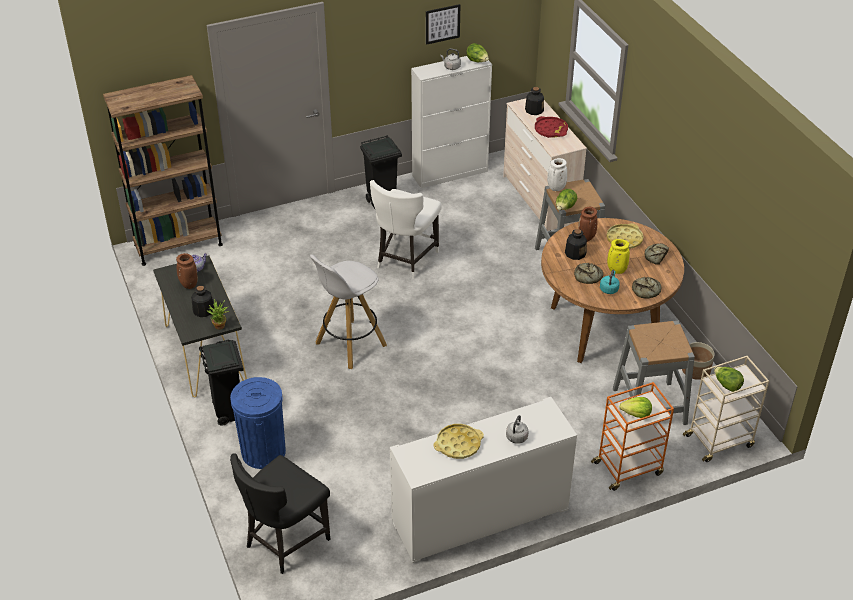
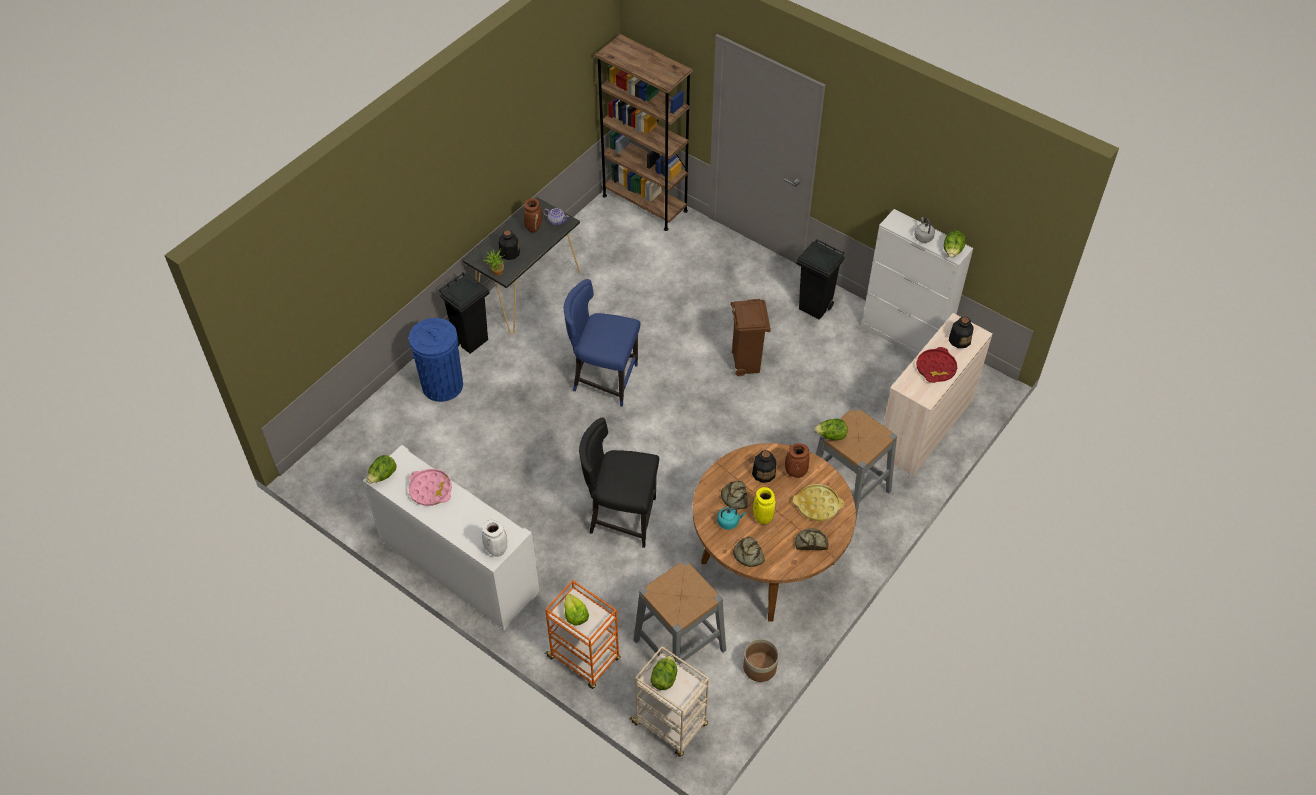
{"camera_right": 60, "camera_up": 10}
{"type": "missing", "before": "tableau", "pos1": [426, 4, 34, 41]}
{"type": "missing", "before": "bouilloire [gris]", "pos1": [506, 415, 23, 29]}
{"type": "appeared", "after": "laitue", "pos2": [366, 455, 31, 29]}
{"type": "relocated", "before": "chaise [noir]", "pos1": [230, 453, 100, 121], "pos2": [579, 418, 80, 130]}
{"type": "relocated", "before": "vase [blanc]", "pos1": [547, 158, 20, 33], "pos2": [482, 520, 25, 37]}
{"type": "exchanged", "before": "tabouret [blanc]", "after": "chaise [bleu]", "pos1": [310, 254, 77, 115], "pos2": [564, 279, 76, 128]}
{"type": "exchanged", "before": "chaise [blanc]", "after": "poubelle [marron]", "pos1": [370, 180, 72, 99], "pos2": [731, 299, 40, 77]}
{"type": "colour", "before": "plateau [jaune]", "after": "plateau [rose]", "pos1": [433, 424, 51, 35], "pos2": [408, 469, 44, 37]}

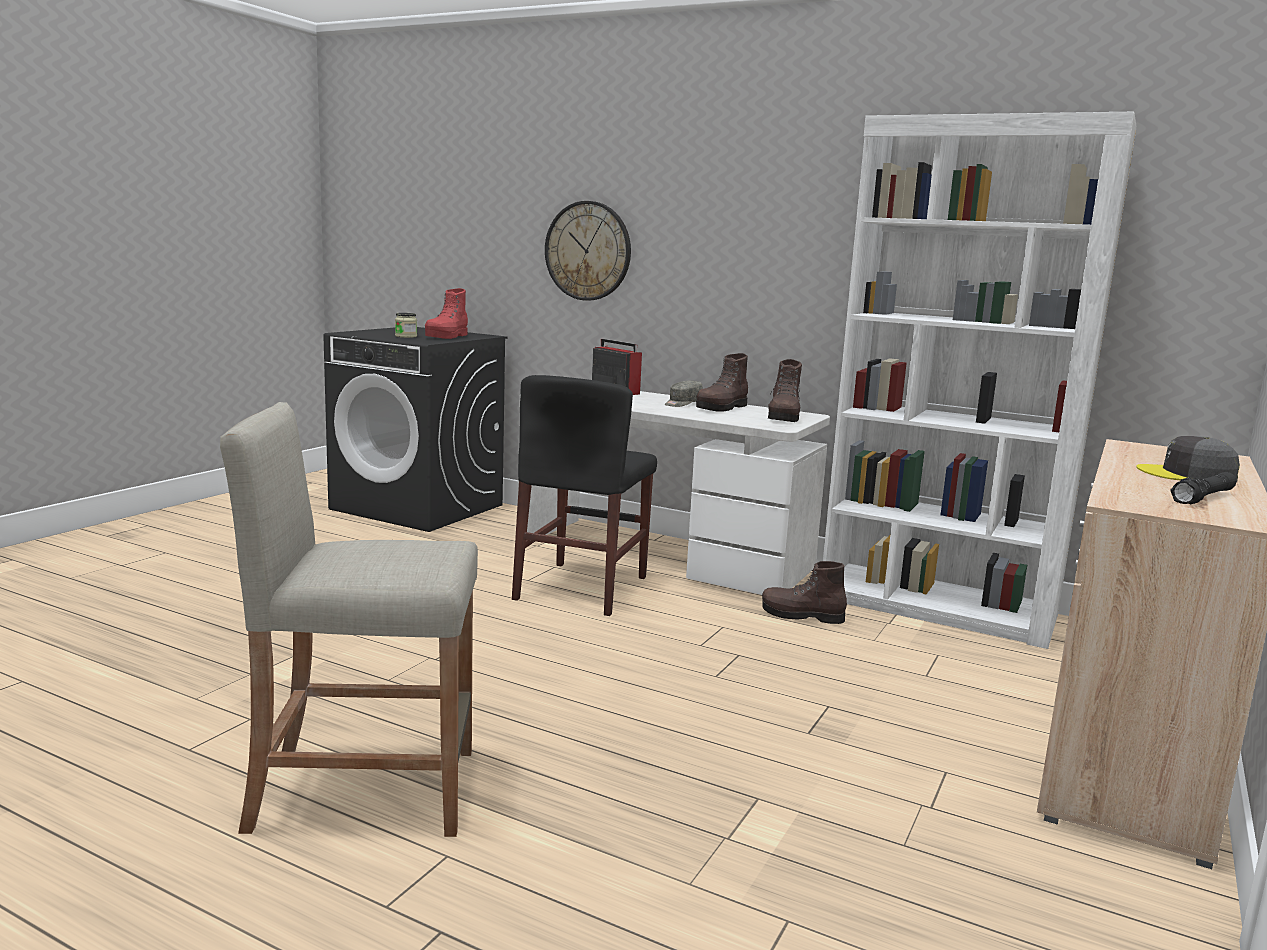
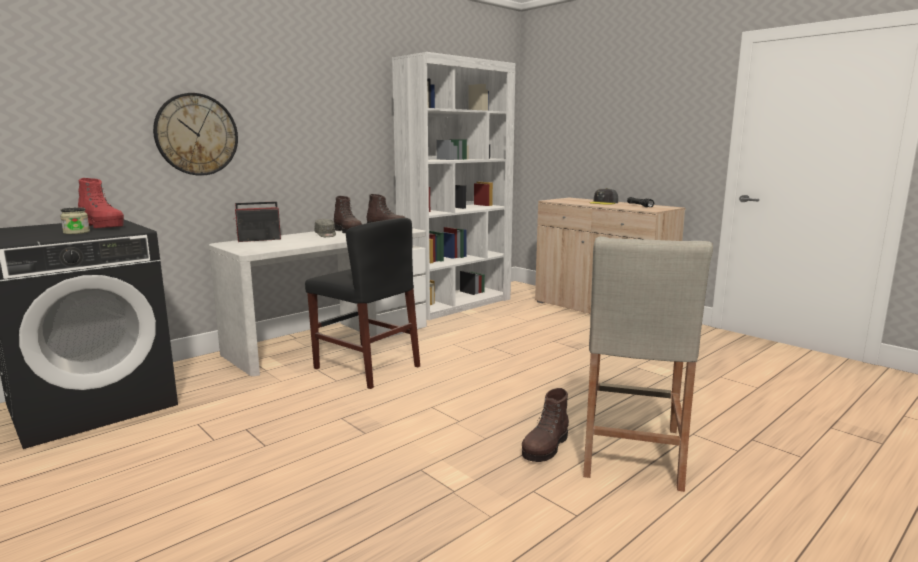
{"camera_right": -70, "camera_up": 0}
{"type": "relocated", "before": "botte [marron]", "pos1": [762, 561, 85, 63], "pos2": [522, 388, 47, 74]}

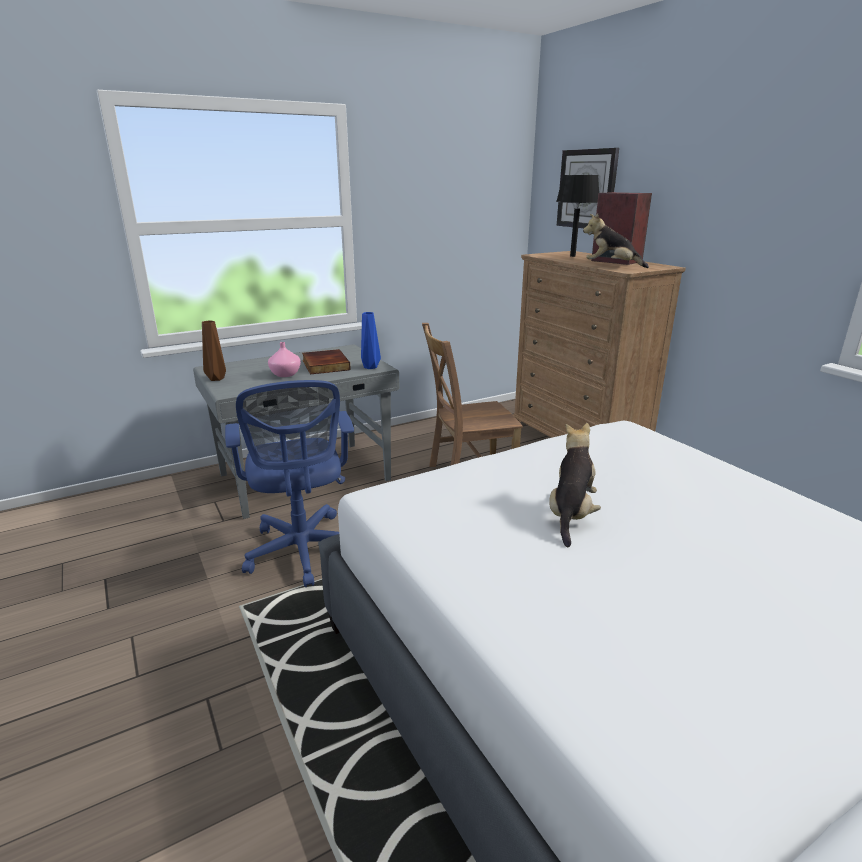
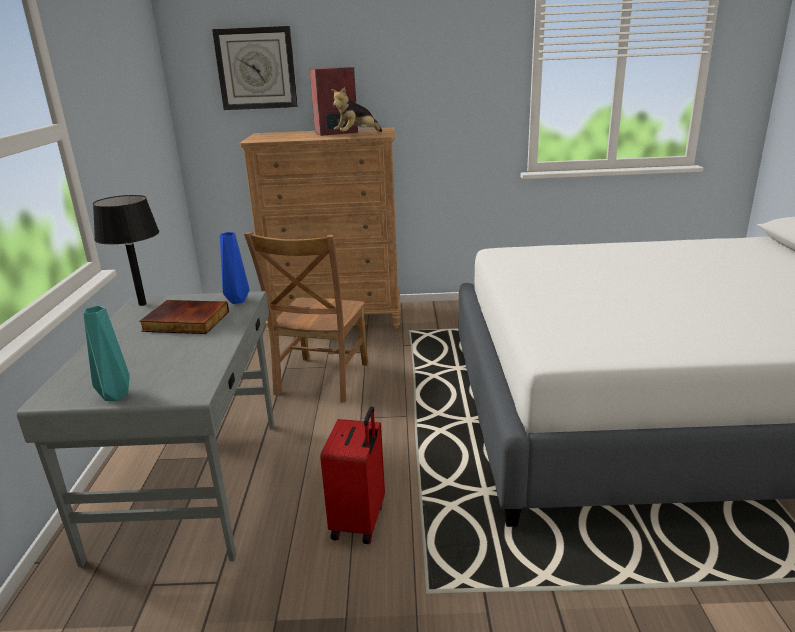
{"camera_right": -60, "camera_up": 0}
{"type": "missing", "before": "vase [rose]", "pos1": [268, 342, 33, 35]}
{"type": "missing", "before": "peluche", "pos1": [550, 423, 51, 124]}
{"type": "relocated", "before": "lampe de table [noir]", "pos1": [556, 175, 43, 82], "pos2": [93, 195, 66, 111]}
{"type": "exchanged", "before": "chaise de bureau [bleu]", "after": "valise [rouge]", "pos1": [225, 380, 129, 207], "pos2": [320, 406, 65, 138]}
{"type": "colour", "before": "vase [marron]", "after": "vase [turquoise]", "pos1": [202, 320, 24, 61], "pos2": [83, 306, 47, 95]}

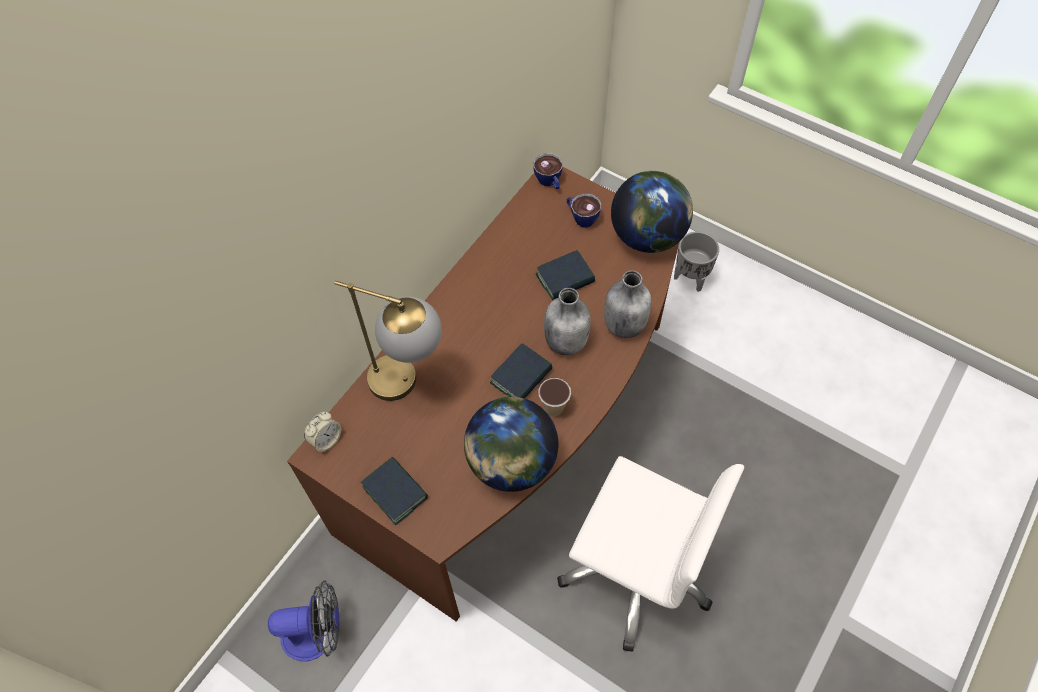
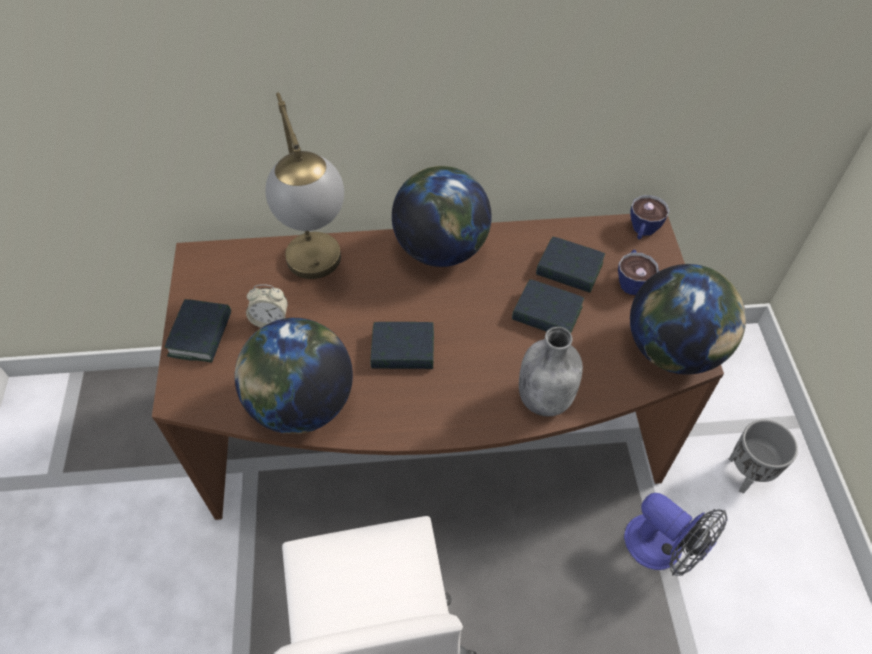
{"camera_right": 50, "camera_up": -5}
{"type": "missing", "before": "tasse", "pos1": [538, 378, 33, 38]}
{"type": "missing", "before": "bouteille [gris]", "pos1": [544, 288, 46, 67]}
{"type": "appeared", "after": "globe", "pos2": [392, 166, 100, 101]}
{"type": "appeared", "after": "livre", "pos2": [536, 237, 69, 56]}
{"type": "relocated", "before": "ventilateur", "pos1": [268, 581, 72, 80], "pos2": [624, 493, 104, 83]}
{"type": "relocated", "before": "réveil", "pos1": [304, 412, 37, 40], "pos2": [246, 284, 42, 44]}

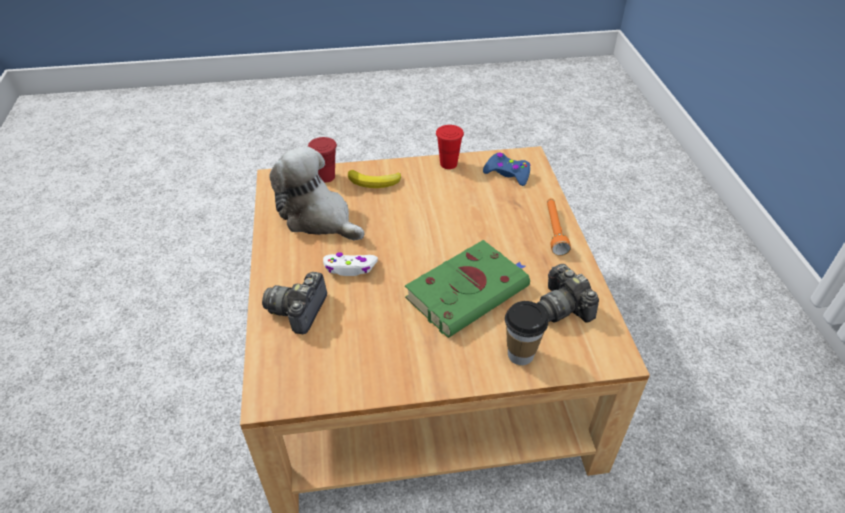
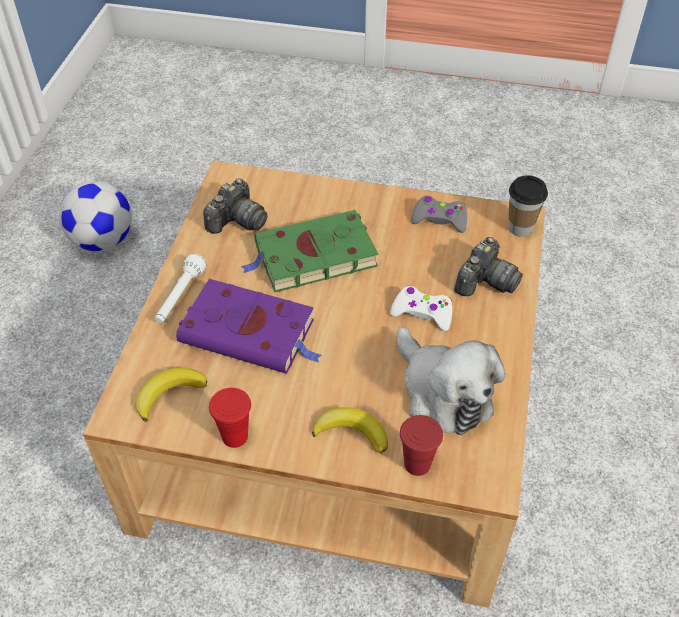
{"camera_right": -160, "camera_up": 5}
{"type": "appeared", "after": "ballon de foot", "pos2": [59, 181, 73, 70]}
{"type": "appeared", "after": "livre [violet]", "pos2": [176, 279, 146, 95]}
{"type": "appeared", "after": "manette [gris]", "pos2": [411, 196, 56, 37]}
{"type": "relocated", "before": "tasse", "pos1": [505, 301, 43, 64], "pos2": [509, 175, 39, 62]}
{"type": "exchanged", "before": "manette [bleu]", "after": "banane", "pos1": [483, 153, 47, 33], "pos2": [136, 368, 71, 54]}
{"type": "colour", "before": "lampe de poche [orange]", "after": "lampe de poche [blanc]", "pos1": [547, 198, 24, 58], "pos2": [155, 253, 52, 70]}
{"type": "spun", "before": "appareil photo", "pos1": [537, 264, 62, 59], "pos2": [203, 179, 64, 55], "turn": 45}

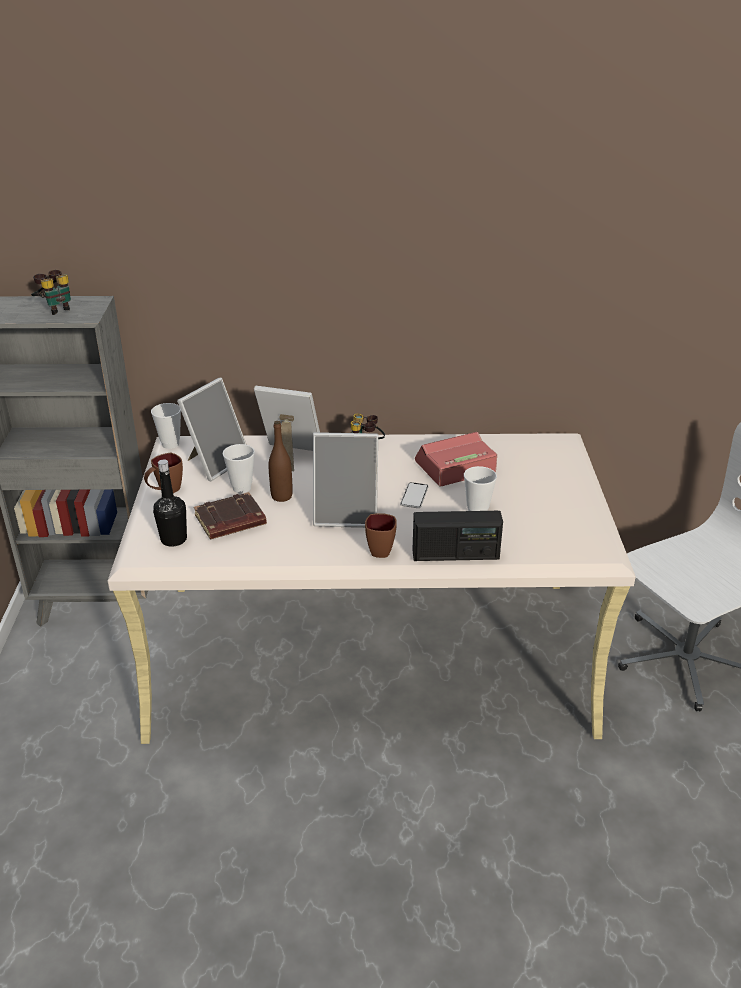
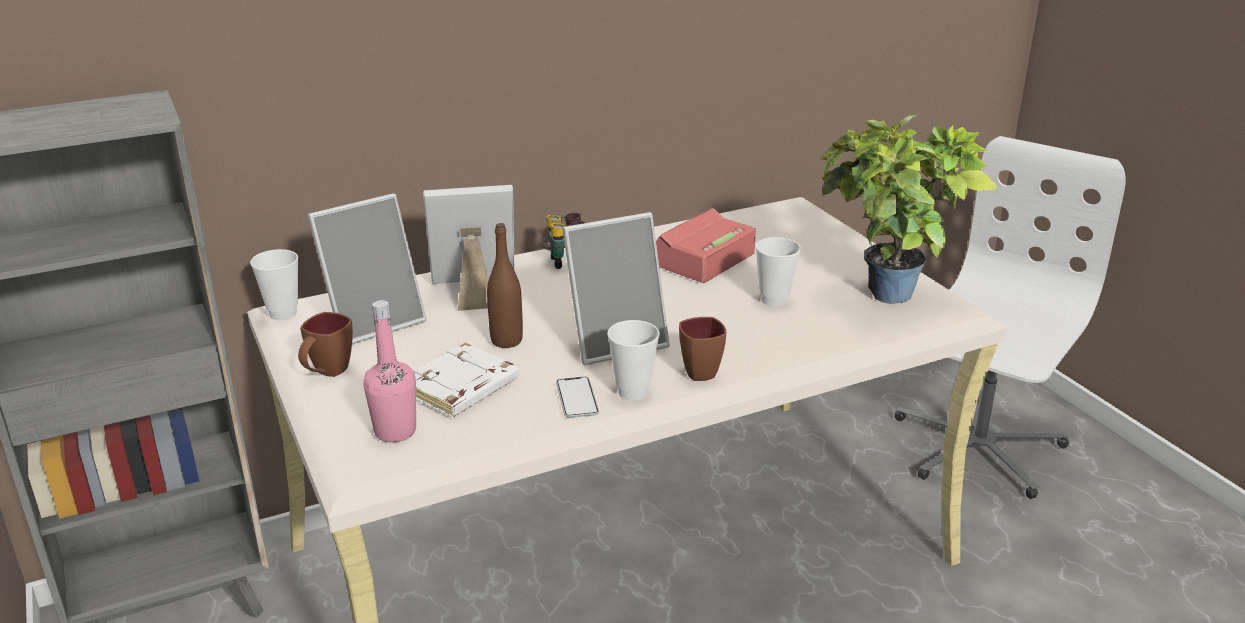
{"camera_right": -25, "camera_up": -5}
{"type": "missing", "before": "jumelles", "pos1": [31, 270, 40, 45]}
{"type": "missing", "before": "radio", "pos1": [412, 511, 91, 50]}
{"type": "appeared", "after": "plante en pot", "pos2": [821, 115, 177, 189]}
{"type": "relocated", "before": "tasse", "pos1": [223, 444, 32, 49], "pos2": [607, 320, 53, 80]}
{"type": "relocated", "before": "téléphone", "pos1": [400, 482, 29, 26], "pos2": [556, 377, 43, 41]}
{"type": "colour", "before": "bouteille [noir]", "after": "bouteille [rose]", "pos1": [153, 460, 34, 87], "pos2": [363, 300, 53, 142]}
{"type": "colour", "before": "livre [marron]", "after": "livre [blanc]", "pos1": [194, 492, 73, 47], "pos2": [413, 343, 105, 74]}
{"type": "spun", "before": "cadre photo", "pos1": [177, 377, 70, 104], "pos2": [308, 193, 119, 151], "turn": 45}

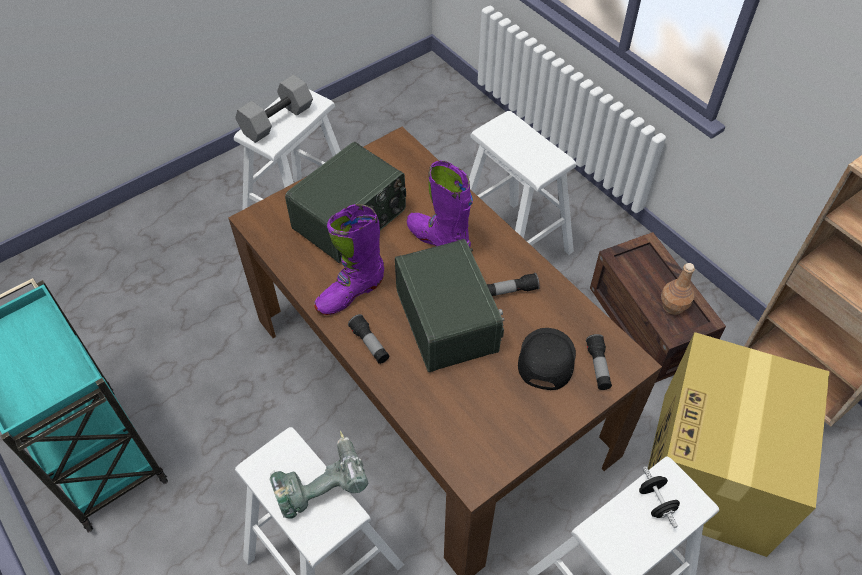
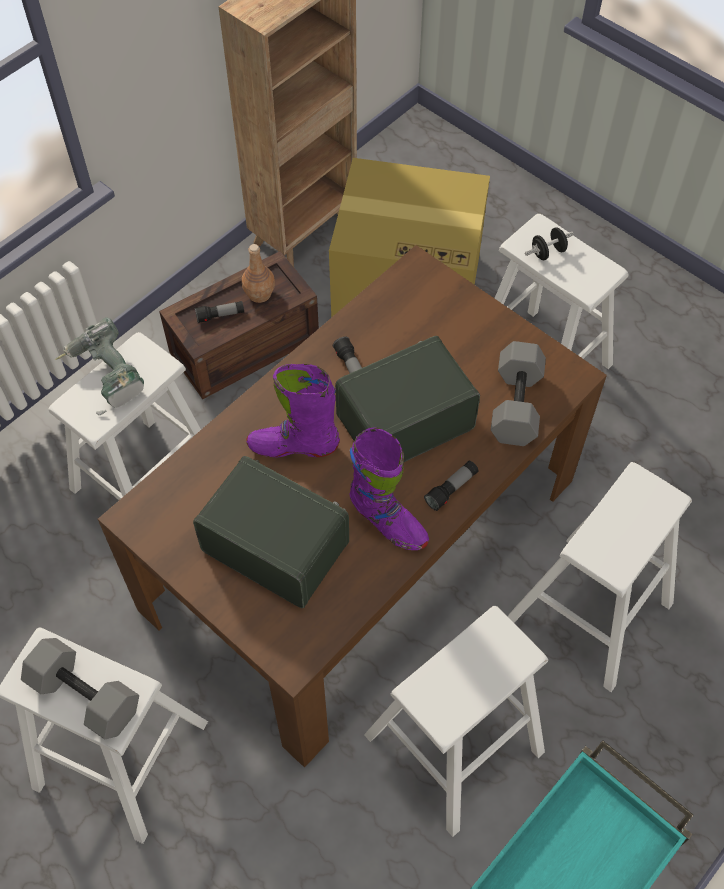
{"camera_right": -100, "camera_up": 5}
{"type": "missing", "before": "casquette [noir]", "pos1": [518, 328, 58, 62]}
{"type": "appeared", "after": "tabouret [blanc]", "pos2": [364, 606, 184, 231]}
{"type": "appeared", "after": "haltère [gris]", "pos2": [491, 341, 55, 105]}
{"type": "relocated", "before": "perceuse", "pos1": [269, 430, 99, 89], "pos2": [55, 317, 89, 98]}
{"type": "relocated", "before": "lampe de poche", "pos1": [586, 334, 26, 56], "pos2": [195, 301, 49, 22]}
{"type": "spun", "before": "botte [violet]", "pos1": [407, 161, 66, 86], "pos2": [246, 364, 94, 93], "turn": 60}

